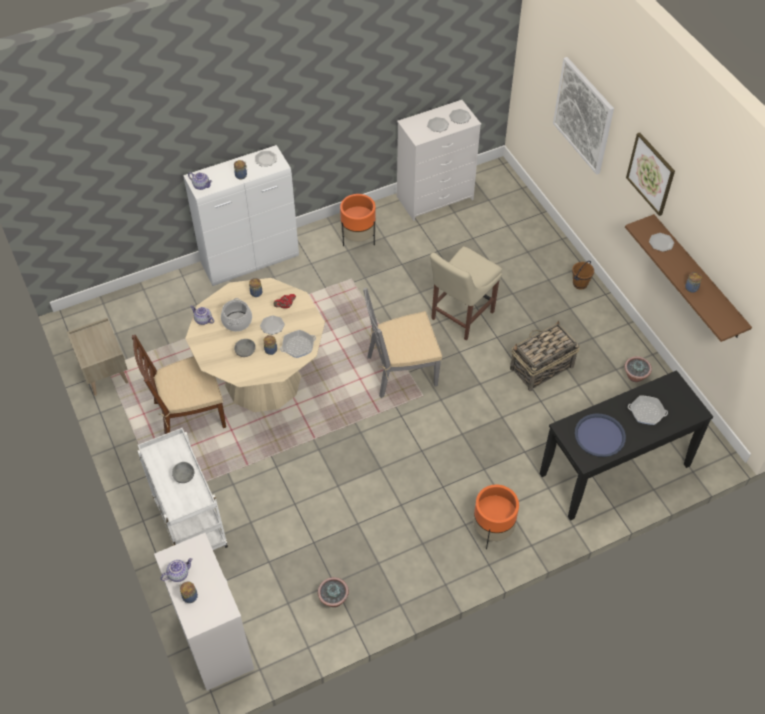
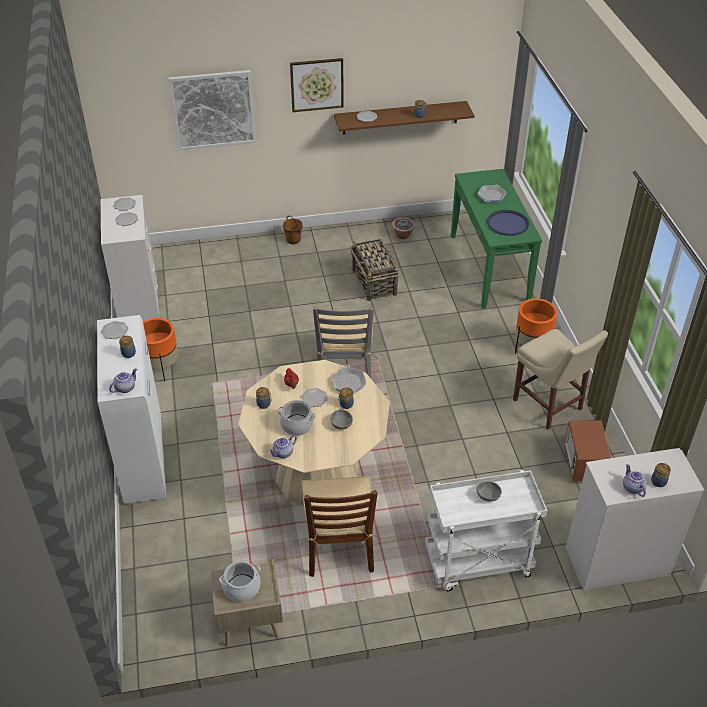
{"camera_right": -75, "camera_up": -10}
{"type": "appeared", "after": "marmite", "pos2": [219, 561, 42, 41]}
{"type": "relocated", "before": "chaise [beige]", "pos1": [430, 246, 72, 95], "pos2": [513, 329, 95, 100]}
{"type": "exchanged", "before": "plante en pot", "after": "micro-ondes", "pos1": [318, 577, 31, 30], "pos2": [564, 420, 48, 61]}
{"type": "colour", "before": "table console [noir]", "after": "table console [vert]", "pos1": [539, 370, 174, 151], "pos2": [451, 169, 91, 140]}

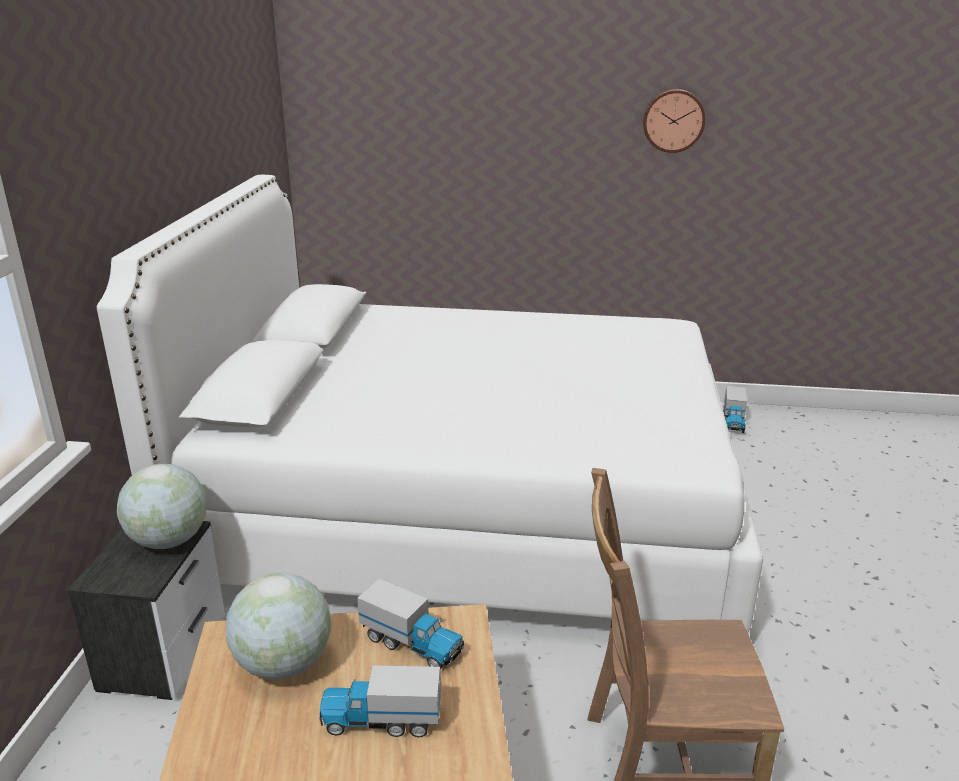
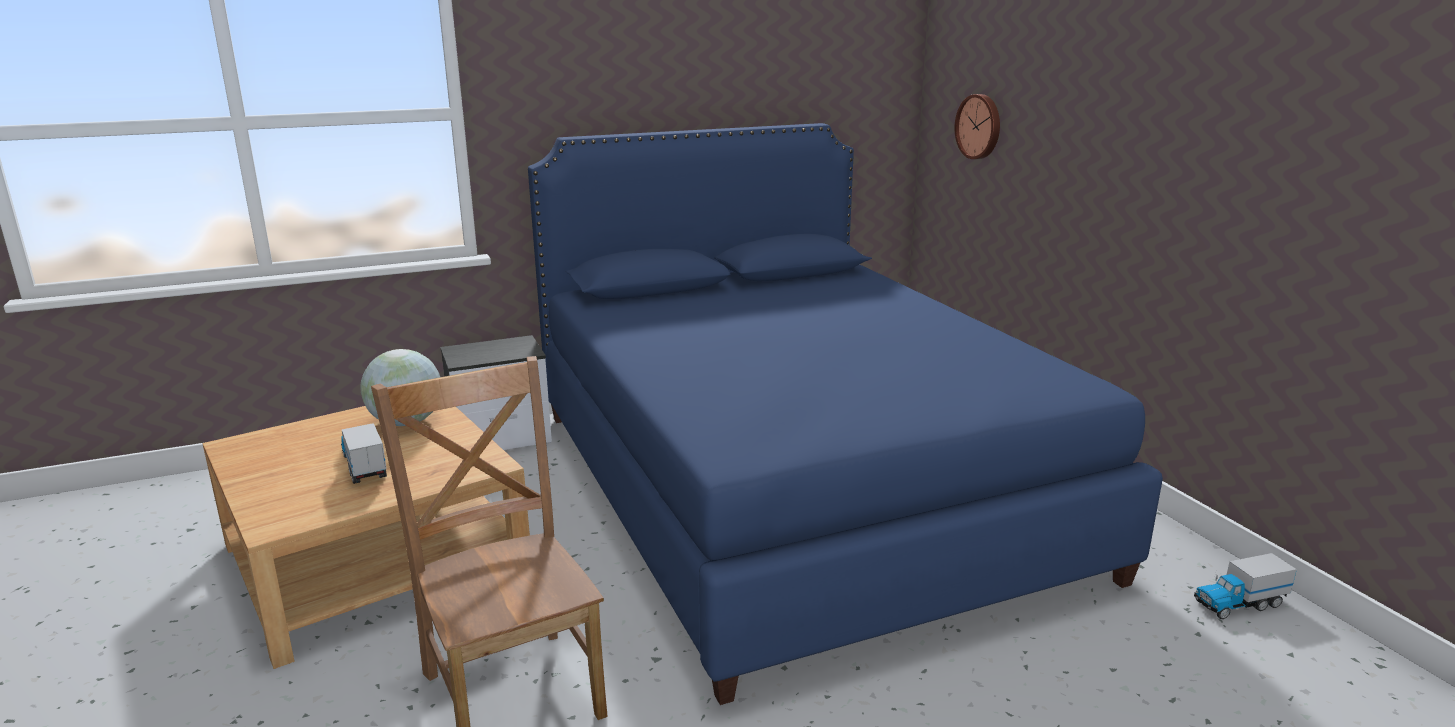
{"camera_right": 60, "camera_up": -5}
{"type": "missing", "before": "globe", "pos1": [117, 464, 90, 85]}
{"type": "missing", "before": "camion jouet", "pos1": [357, 579, 107, 90]}
{"type": "relocated", "before": "horloge murale", "pos1": [643, 89, 62, 64], "pos2": [954, 94, 46, 65]}
{"type": "colour", "before": "lit [blanc]", "after": "lit [bleu]", "pos1": [97, 175, 666, 458], "pos2": [528, 123, 635, 582]}

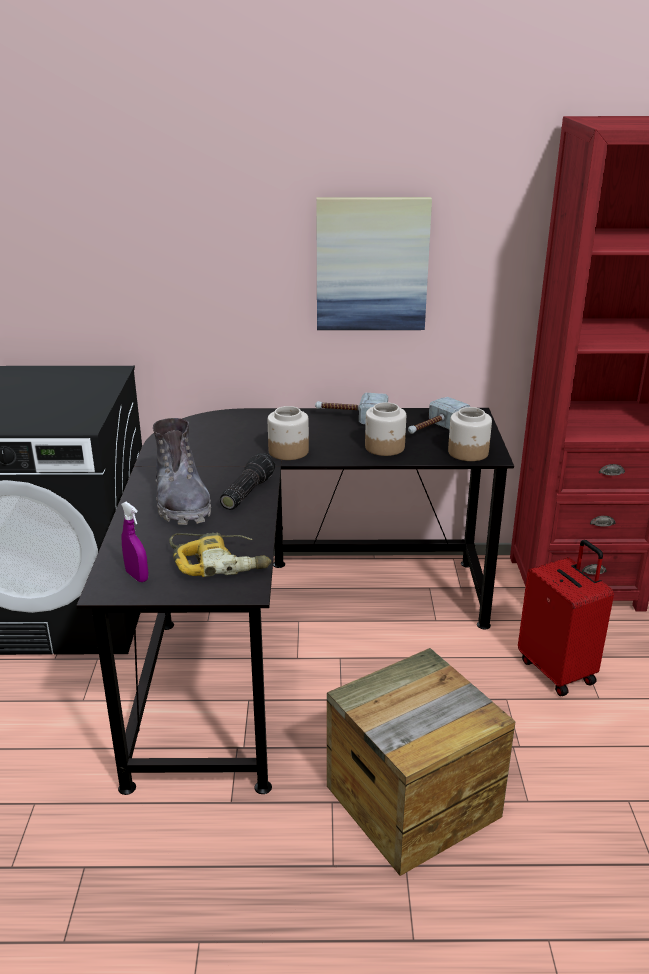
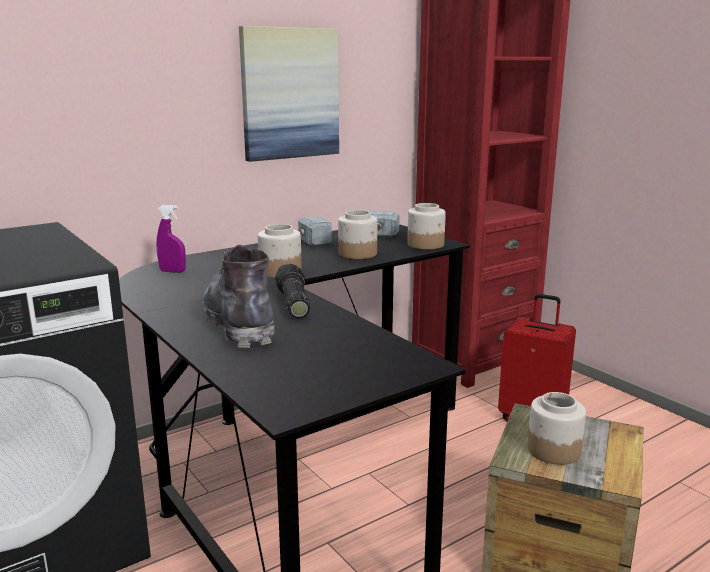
{"camera_right": -35, "camera_up": -10}
{"type": "missing", "before": "perceuse", "pos1": [169, 533, 103, 44]}
{"type": "appeared", "after": "bocal", "pos2": [527, 392, 59, 73]}
{"type": "relocated", "before": "vaporisateur [violet]", "pos1": [121, 502, 27, 80], "pos2": [156, 205, 30, 68]}
{"type": "spun", "before": "botte [gris]", "pos1": [153, 418, 58, 107], "pos2": [203, 245, 72, 103], "turn": -150}

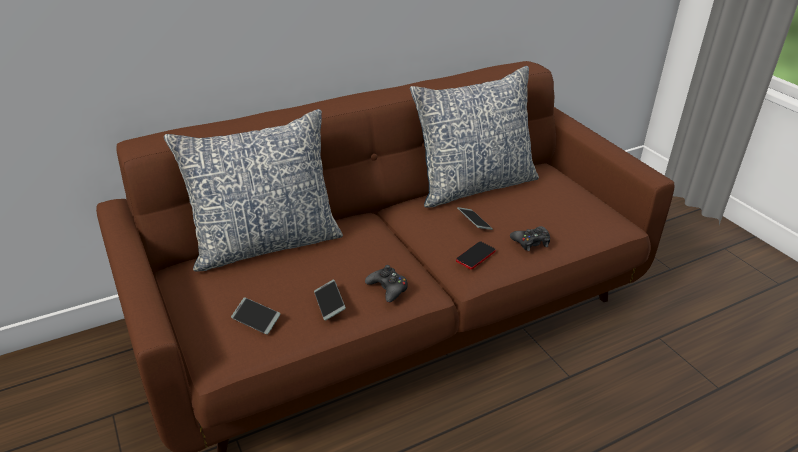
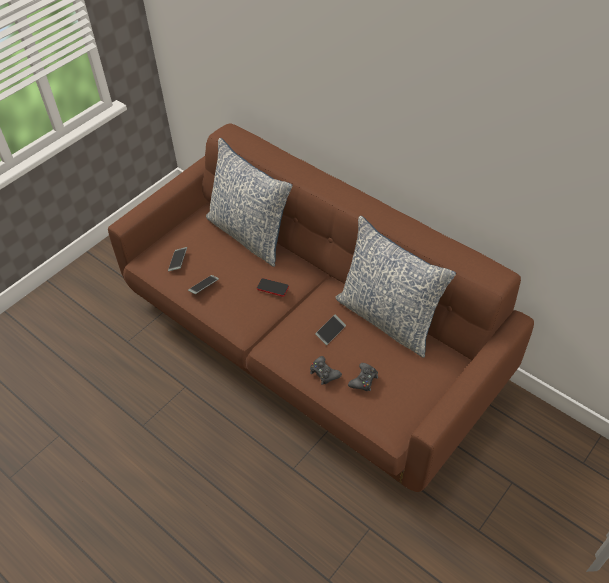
{"camera_right": 70, "camera_up": 15}
{"type": "relocated", "before": "manette [noir]", "pos1": [365, 265, 43, 38], "pos2": [348, 363, 30, 28]}
{"type": "relocated", "before": "téléphone", "pos1": [456, 242, 40, 27], "pos2": [257, 278, 32, 19]}

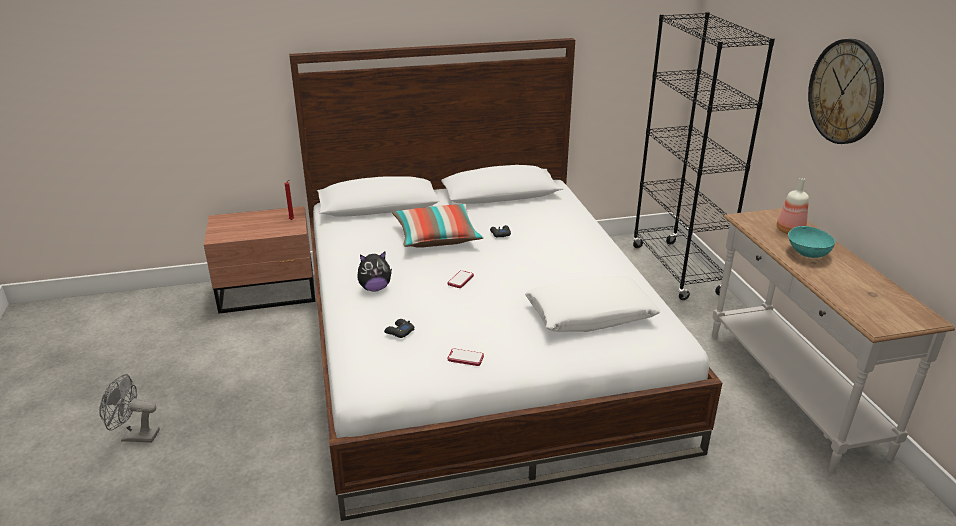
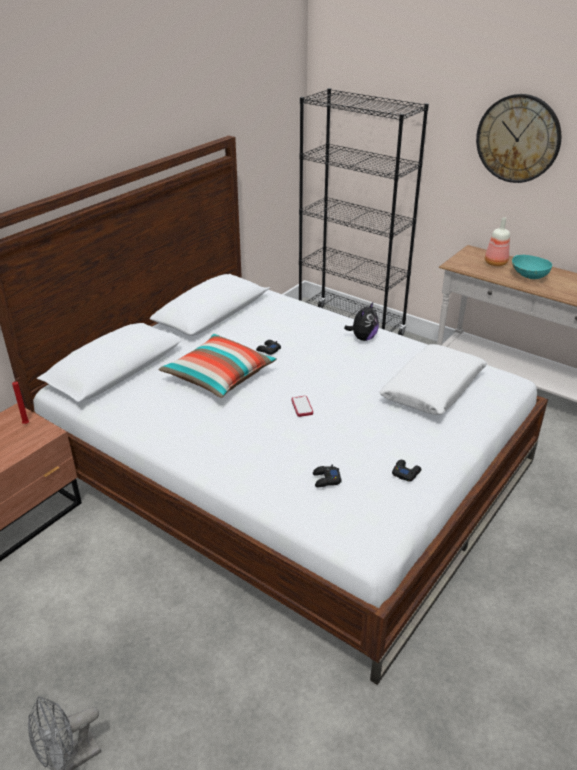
{"camera_right": -40, "camera_up": 5}
{"type": "relocated", "before": "peluche", "pos1": [357, 252, 35, 40], "pos2": [344, 301, 35, 40]}
{"type": "exchanged", "before": "téléphone", "after": "manette [noir]", "pos1": [448, 348, 36, 18], "pos2": [392, 460, 30, 22]}

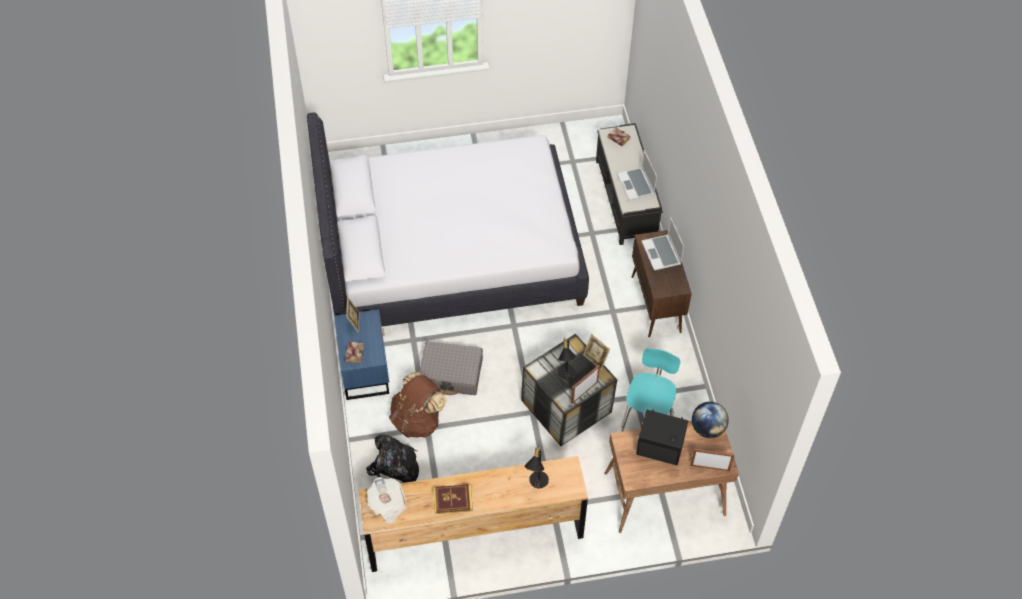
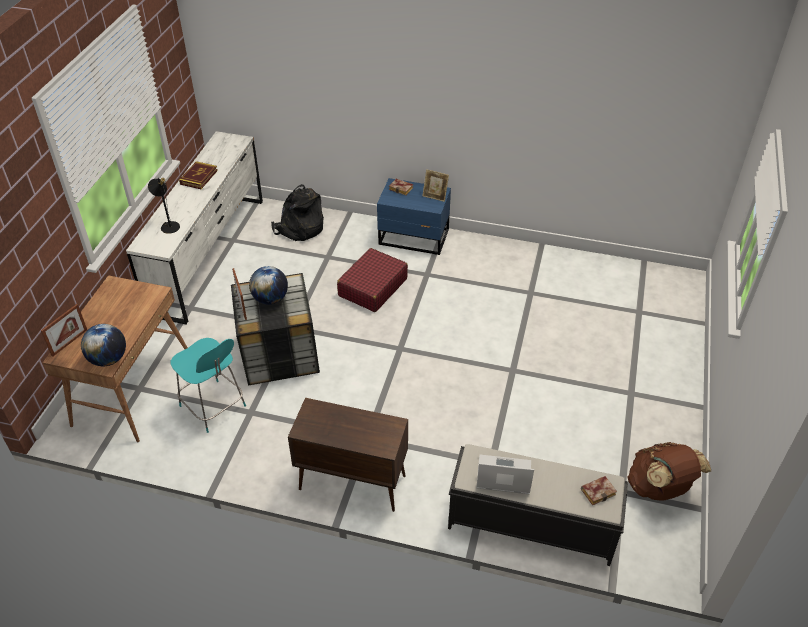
{"camera_right": 115, "camera_up": -10}
{"type": "missing", "before": "lit [blanc]", "pos1": [307, 112, 282, 214]}
{"type": "missing", "before": "journal", "pos1": [367, 477, 40, 46]}
{"type": "missing", "before": "cadre photo", "pos1": [583, 334, 27, 36]}
{"type": "missing", "before": "enceinte [noir]", "pos1": [636, 410, 52, 55]}
{"type": "missing", "before": "ordinateur portable", "pos1": [641, 217, 43, 54]}
{"type": "relocated", "before": "sac à dos [marron]", "pos1": [389, 371, 58, 67], "pos2": [628, 442, 83, 59]}
{"type": "exchanged", "before": "lampe de table [noir]", "after": "globe", "pos1": [557, 337, 20, 43], "pos2": [249, 266, 39, 39]}
{"type": "colour", "before": "commode [marron]", "after": "commode [blanc]", "pos1": [359, 456, 229, 116], "pos2": [126, 131, 137, 194]}
{"type": "colour", "before": "valise [gris]", "after": "valise [rouge]", "pos1": [419, 341, 64, 54], "pos2": [337, 248, 71, 64]}

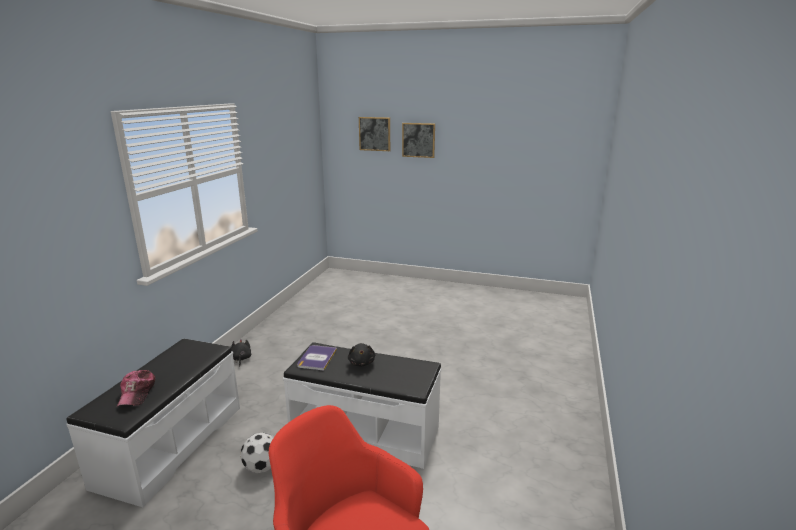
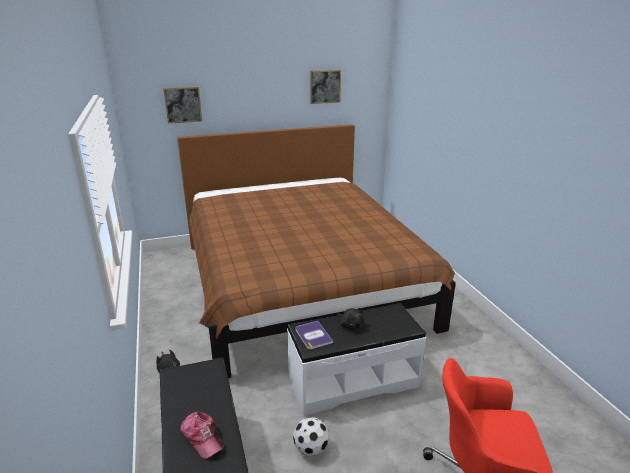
{"camera_right": -35, "camera_up": 5}
{"type": "appeared", "after": "lit [marron]", "pos2": [177, 124, 279, 254]}
{"type": "relocated", "before": "tableau", "pos1": [402, 123, 33, 35], "pos2": [310, 70, 31, 34]}

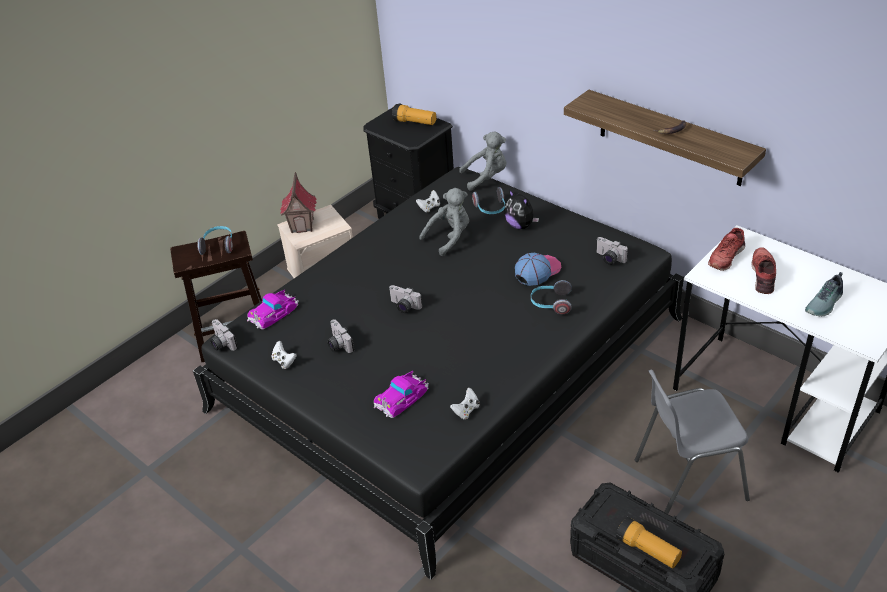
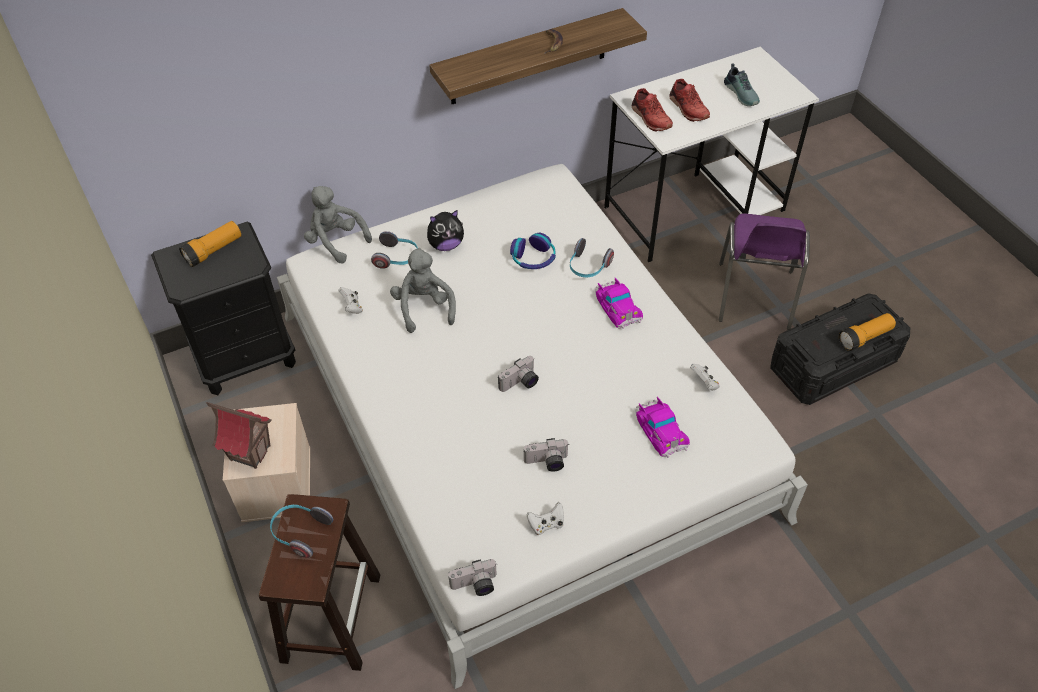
{"camera_right": -70, "camera_up": 10}
{"type": "missing", "before": "appareil photo", "pos1": [596, 237, 32, 28]}
{"type": "relocated", "before": "petite voiture", "pos1": [247, 290, 52, 40], "pos2": [595, 277, 48, 52]}
{"type": "exchanged", "before": "casquette", "after": "casque audio", "pos1": [515, 253, 47, 33], "pos2": [510, 233, 46, 36]}
{"type": "colour", "before": "lit [noir]", "after": "lit [blanc]", "pos1": [193, 167, 491, 413], "pos2": [277, 164, 531, 525]}
{"type": "colour", "before": "chaise [gris]", "after": "chaise [violet]", "pos1": [635, 370, 115, 144], "pos2": [719, 214, 91, 116]}
{"type": "spun", "before": "peluche [gris]", "pos1": [459, 132, 48, 59], "pos2": [304, 186, 68, 78], "turn": -60}
{"type": "spun", "before": "chaussure [rouge]", "pos1": [751, 247, 25, 47], "pos2": [669, 79, 41, 43], "turn": -150}

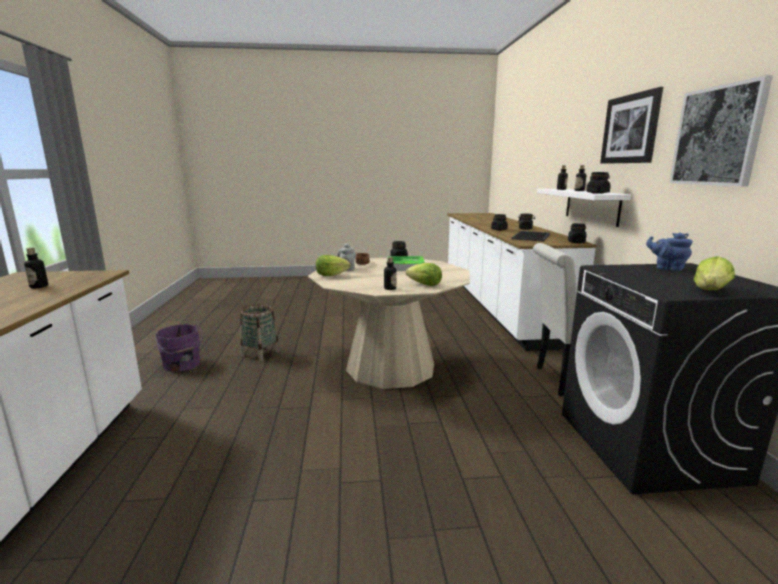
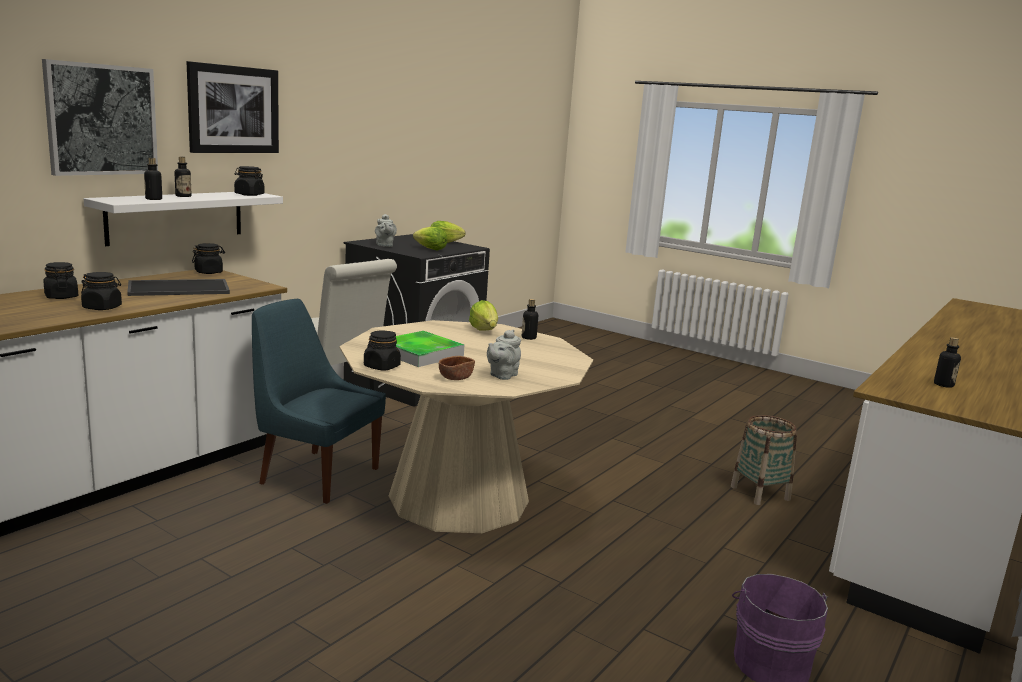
{"camera_right": -140, "camera_up": 0}
{"type": "appeared", "after": "chaise [bleu]", "pos2": [252, 299, 134, 205]}
{"type": "relocated", "before": "panier", "pos1": [240, 304, 40, 58], "pos2": [731, 415, 66, 90]}
{"type": "relocated", "before": "laitue", "pos1": [316, 255, 35, 21], "pos2": [413, 227, 34, 23]}
{"type": "relocated", "before": "tableau", "pos1": [669, 75, 104, 112], "pos2": [42, 59, 116, 117]}
{"type": "colour", "before": "théière [bleu]", "after": "théière [gris]", "pos1": [646, 232, 47, 39], "pos2": [375, 214, 22, 33]}

